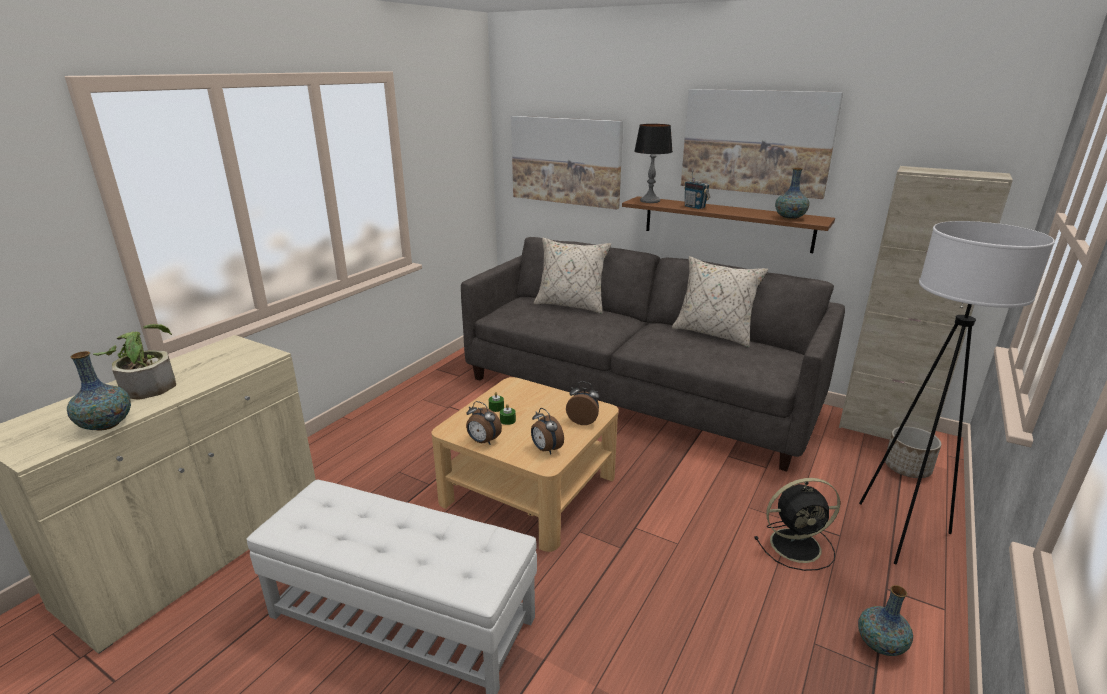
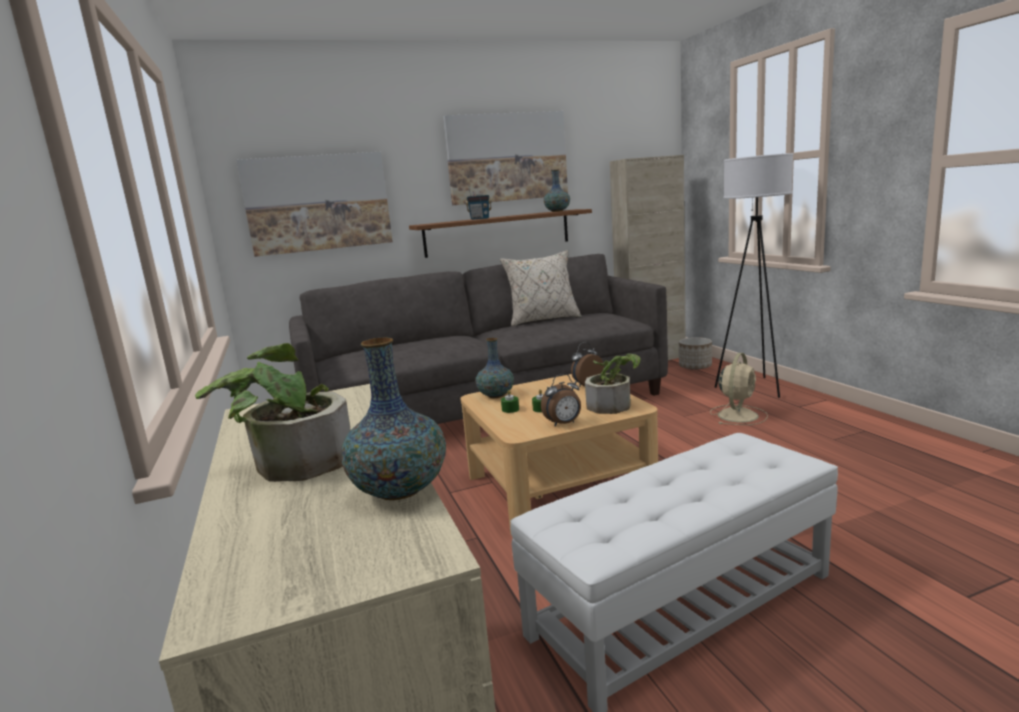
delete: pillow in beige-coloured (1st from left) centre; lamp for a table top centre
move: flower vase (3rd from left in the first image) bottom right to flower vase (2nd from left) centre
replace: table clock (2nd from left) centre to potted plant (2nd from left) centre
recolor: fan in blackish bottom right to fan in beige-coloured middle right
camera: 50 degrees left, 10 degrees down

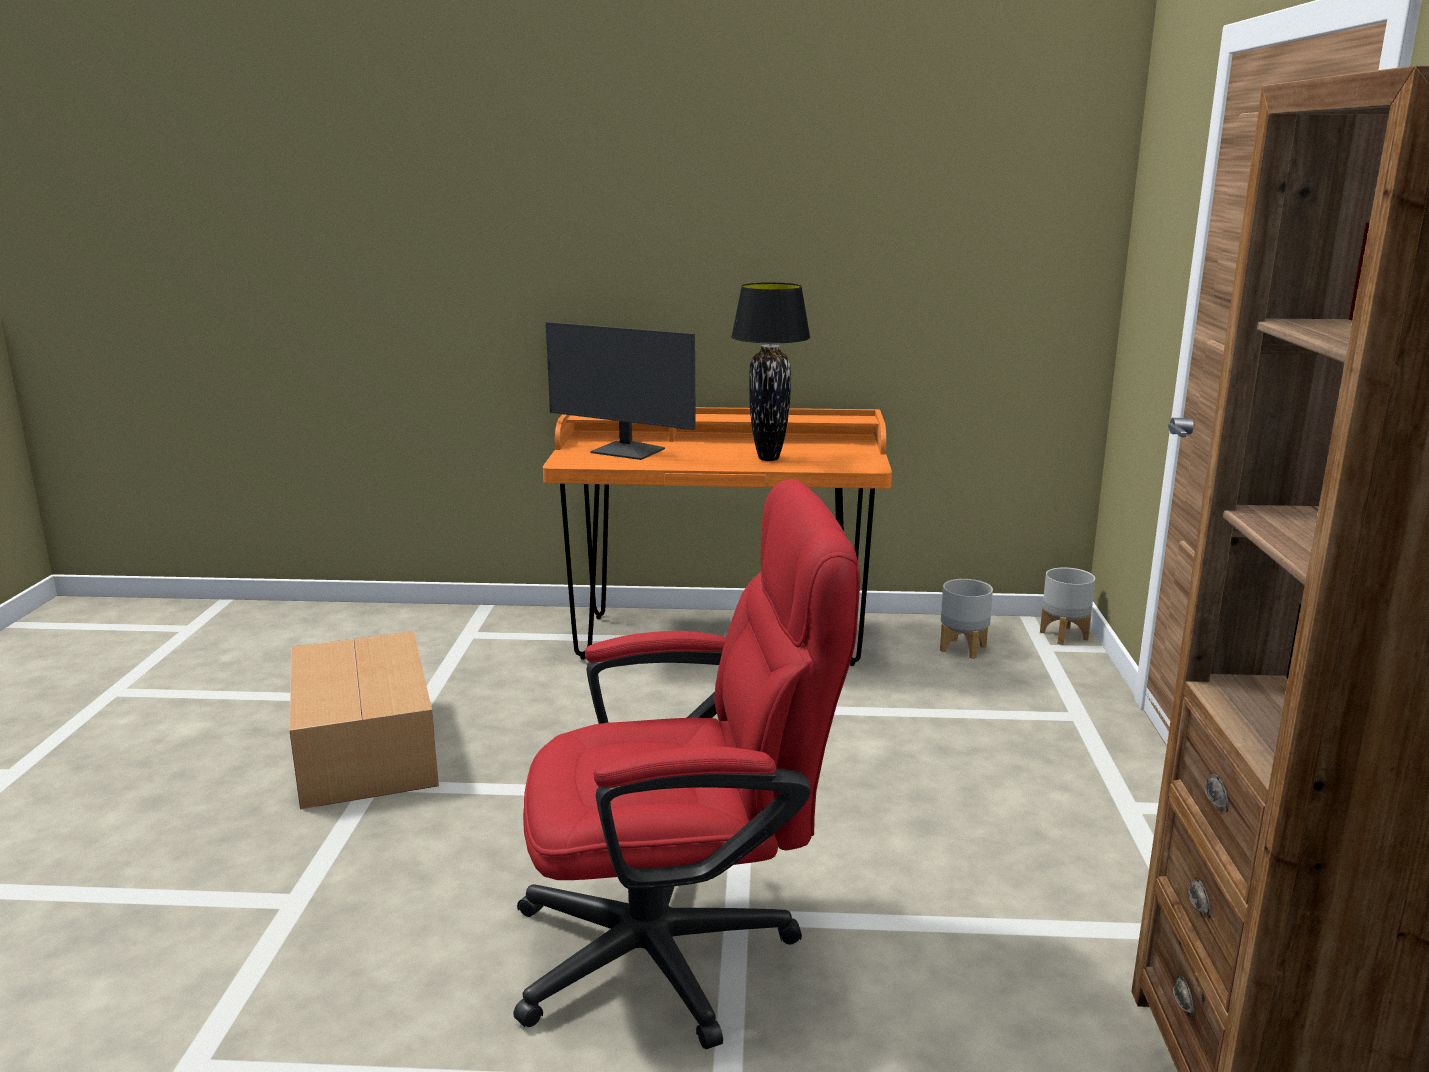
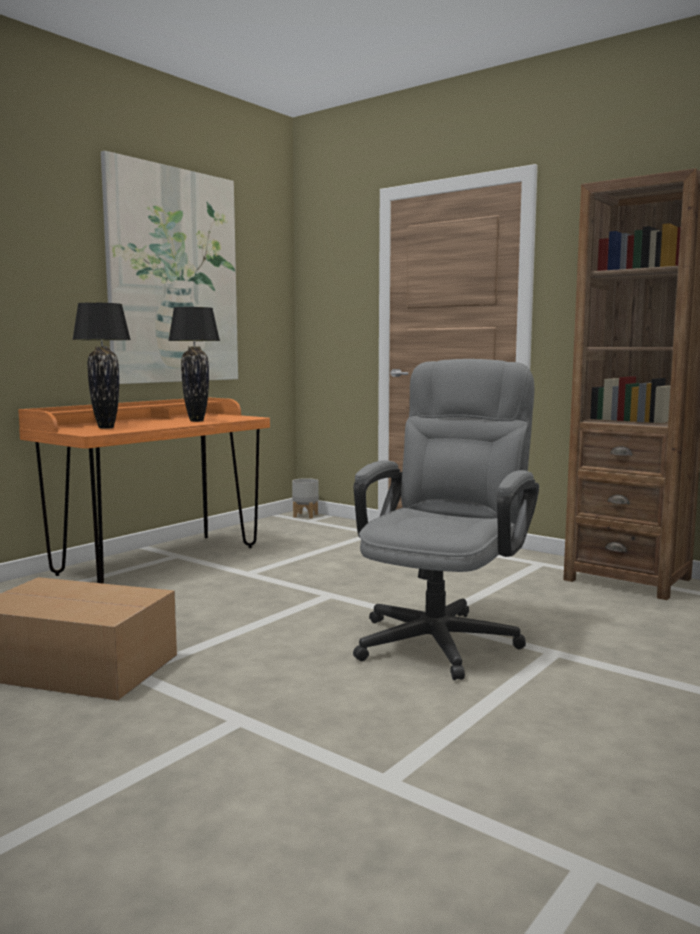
delete: flower pot in grey (1st from left) middle right
insert: wall art top left
replace: computer display centre to lamp for a table in blackish (1st from left) middle left
recolor: desk chair in red bottom centre to desk chair in grey centre
camera: 55 degrees left, 10 degrees down

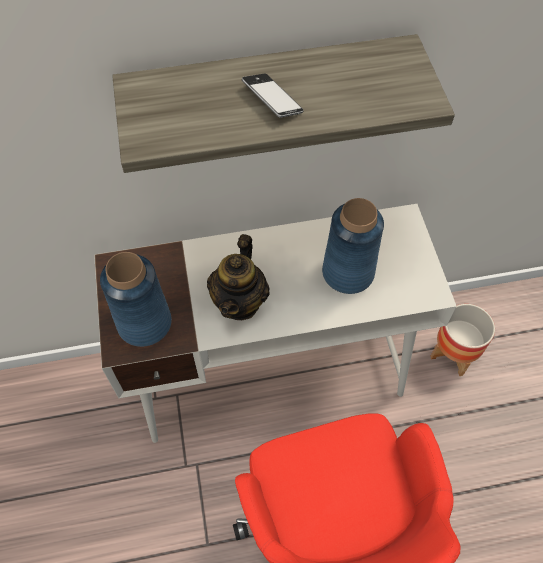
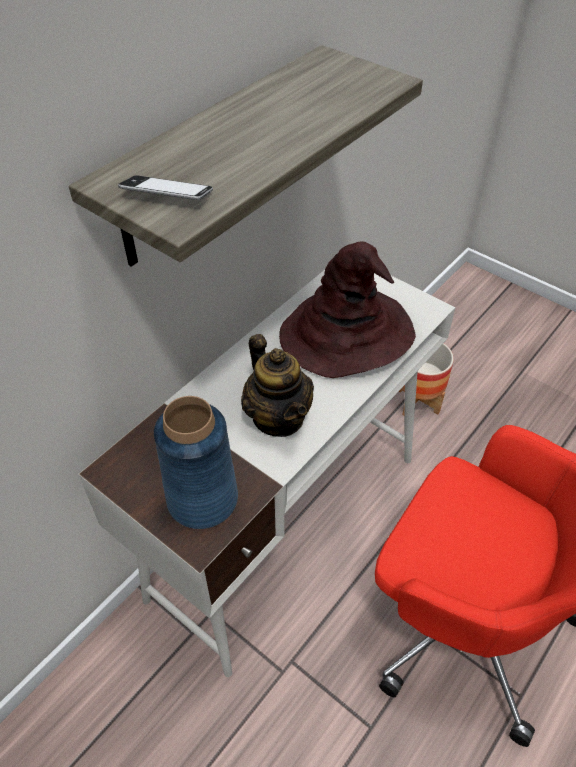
move: phone top centre to top left
replace: flower vase in blue-coloured (2nd from left) centre to wearable hat in brown centre
camera: 40 degrees left, 10 degrees down

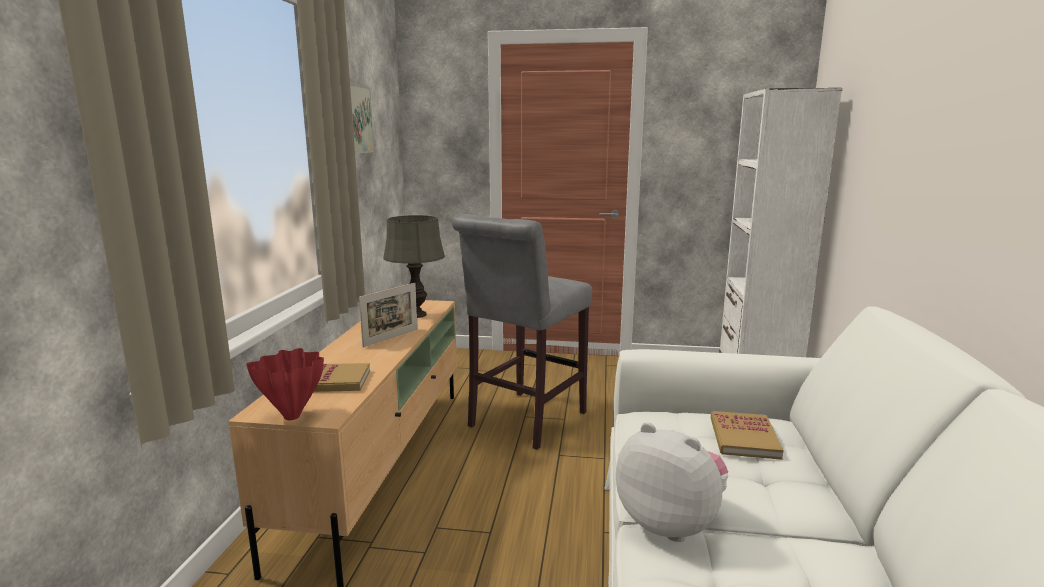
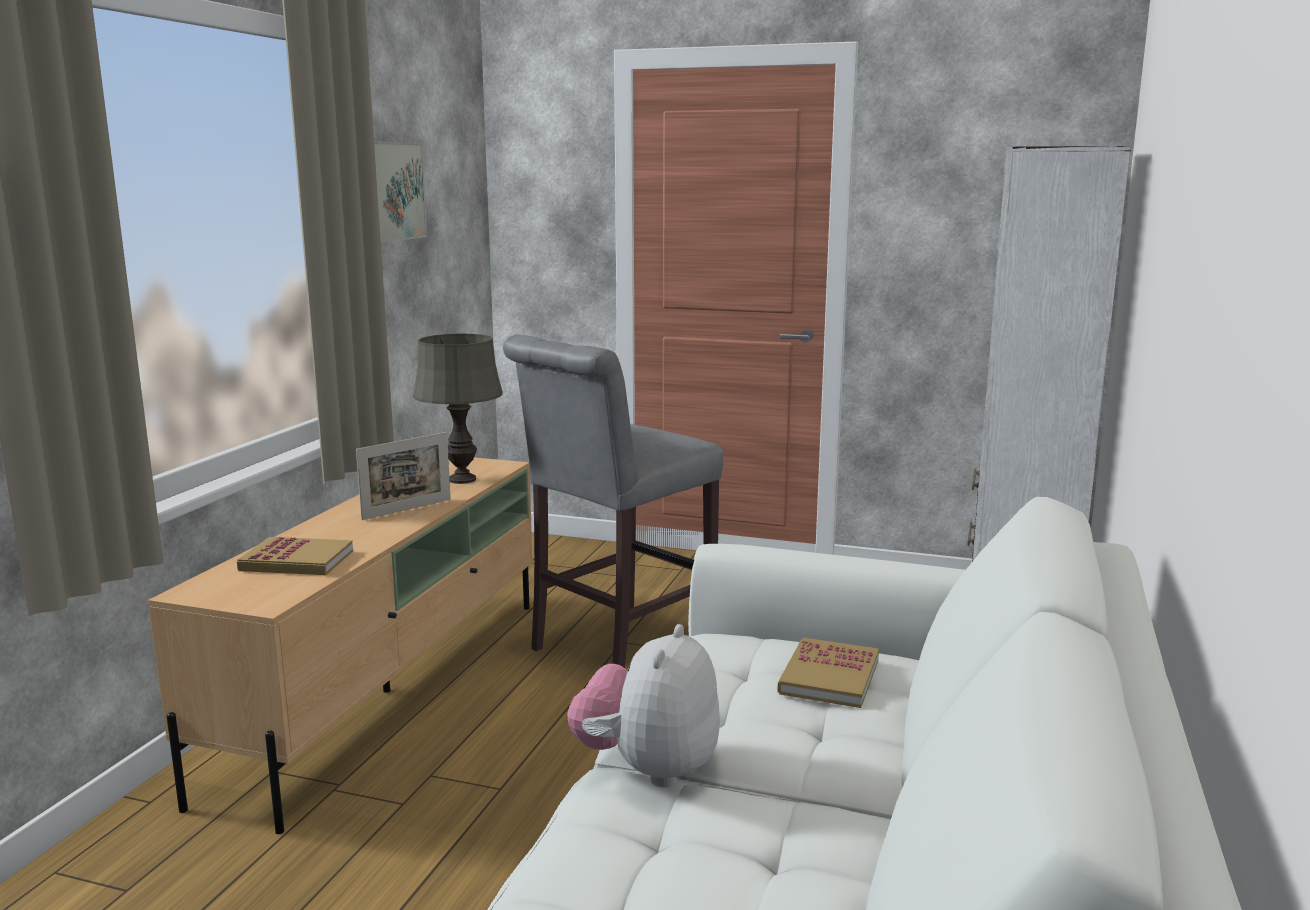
delete: flower vase in red middle left
rotate: cuddly toy bottom centre = bottom centre 120 degrees counterclockwise
camera: 10 degrees right, 0 degrees up

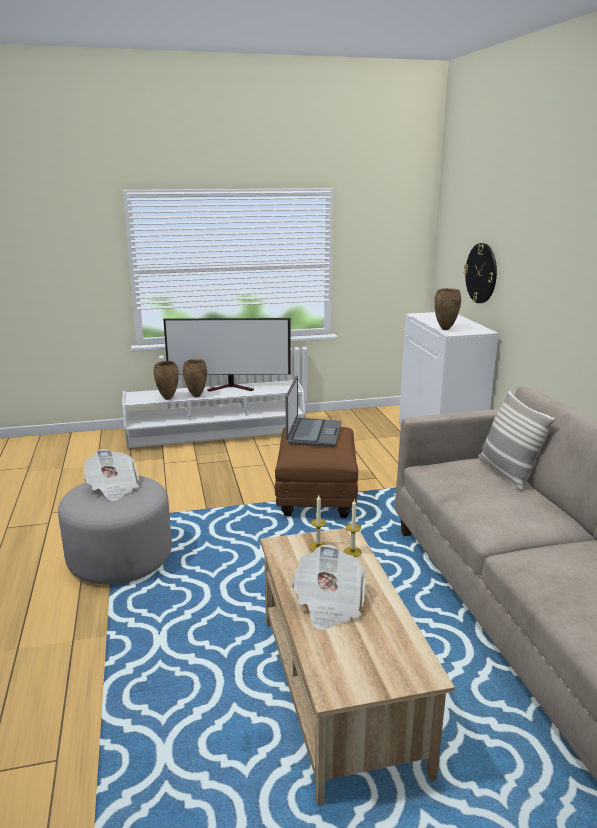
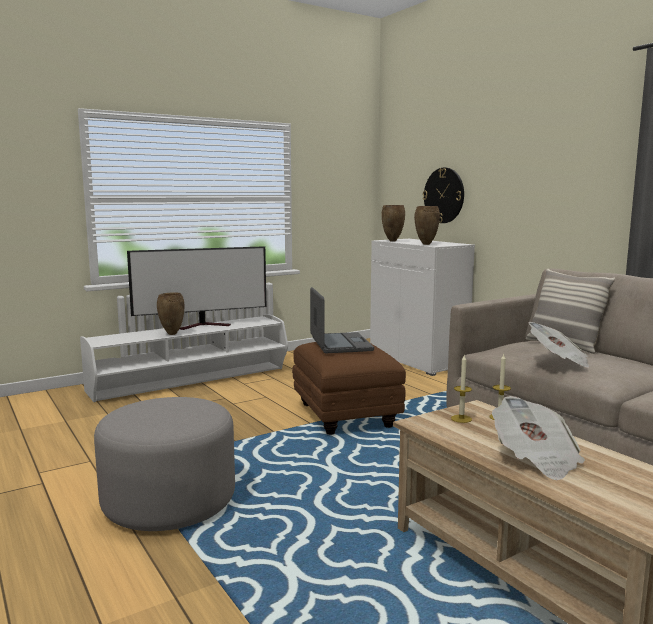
move: newspaper (1st from left in the first image) middle left to newspaper (2nd from left) middle right; flower vase in brown (1st from left in the first image) middle left to flower vase in brown (2nd from left) centre
camera: 20 degrees left, 10 degrees down

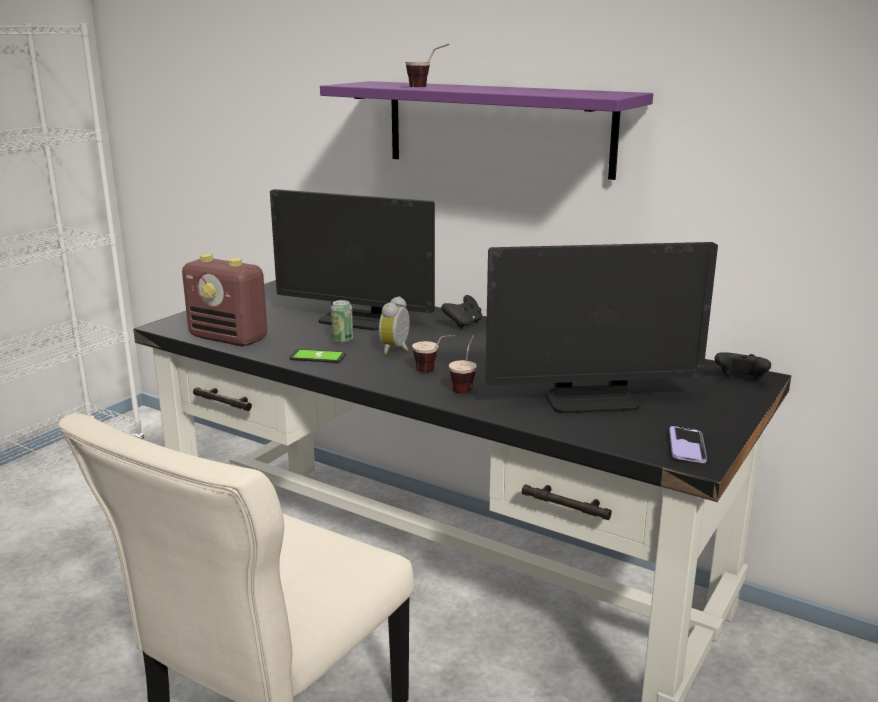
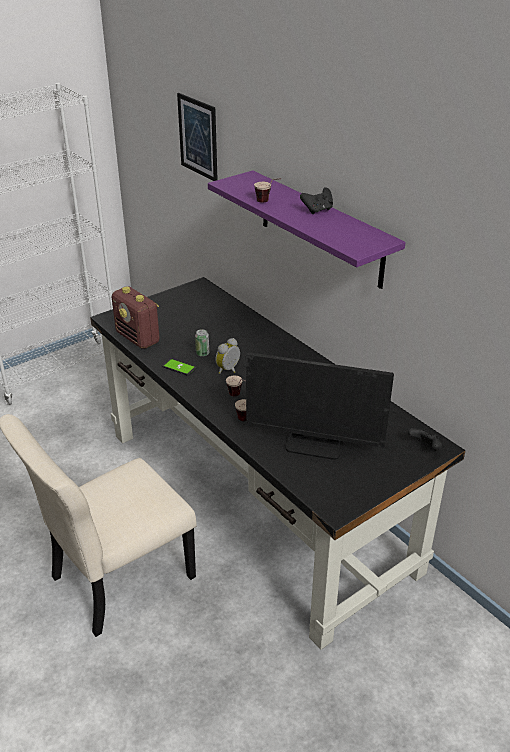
delete: computer display (1st from left) centre; phone (2nd from left) middle right
insert: wall art top centre
move: game controller in blackish (1st from left) centre to top centre
camera: 20 degrees right, 15 degrees up

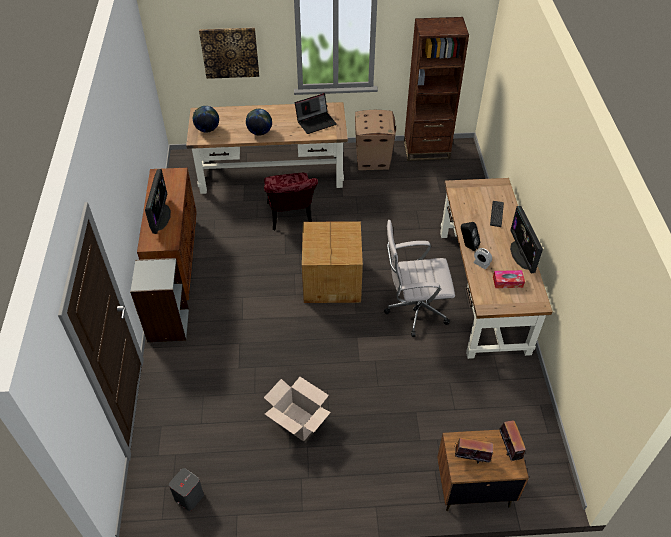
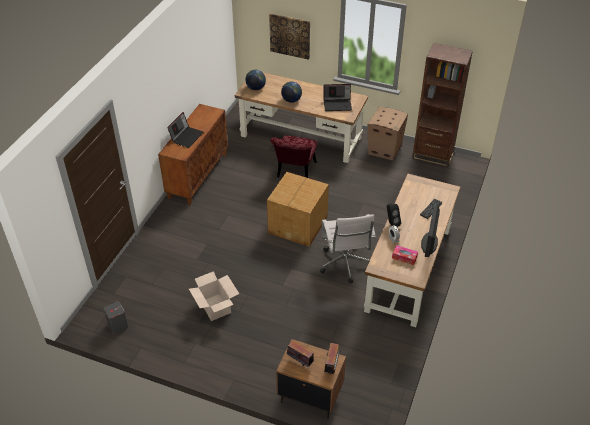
delete: bookshelf in grey middle left
replace: computer display (1st from left) middle left to portable computer (1st from left) top left
rotate: desk chair in white-coloured centre = centre 120 degrees counterclockwise
camera: 25 degrees right, 5 degrees down

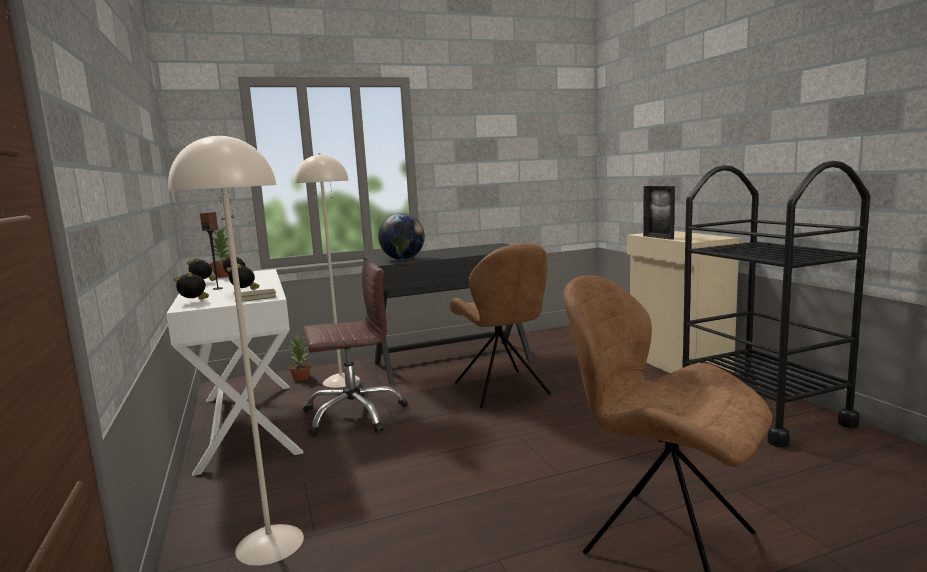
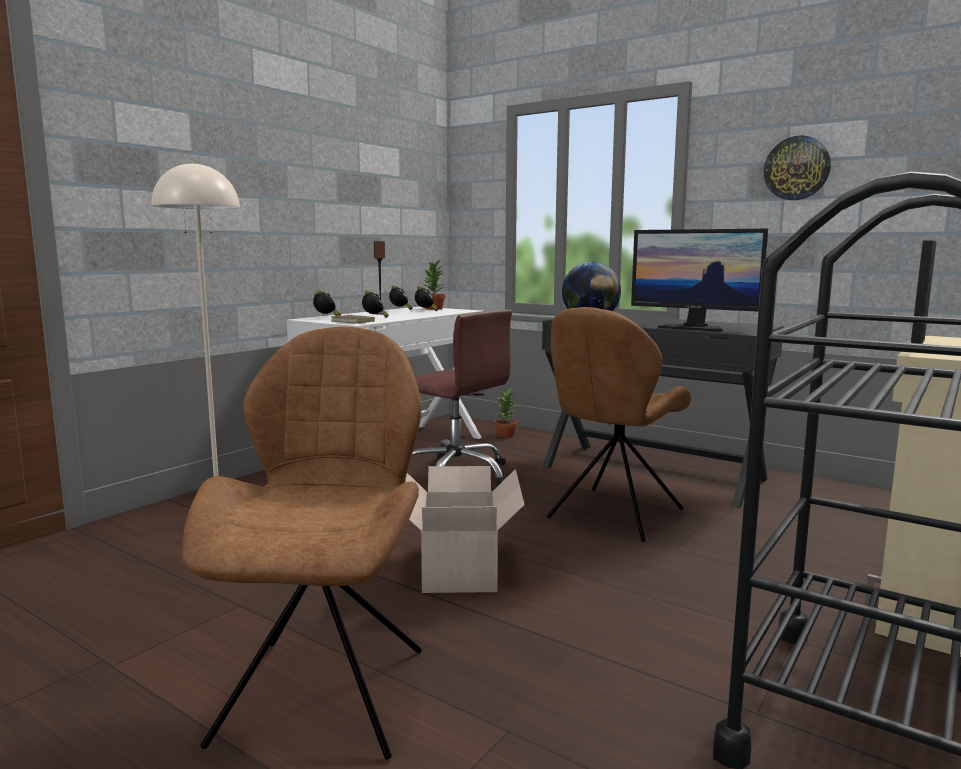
delete: standing lamp in beige-coloured (2nd from left) centre
insert: packing box bottom centre; computer display middle right; clock on the wall top right
camera: 55 degrees right, 0 degrees up

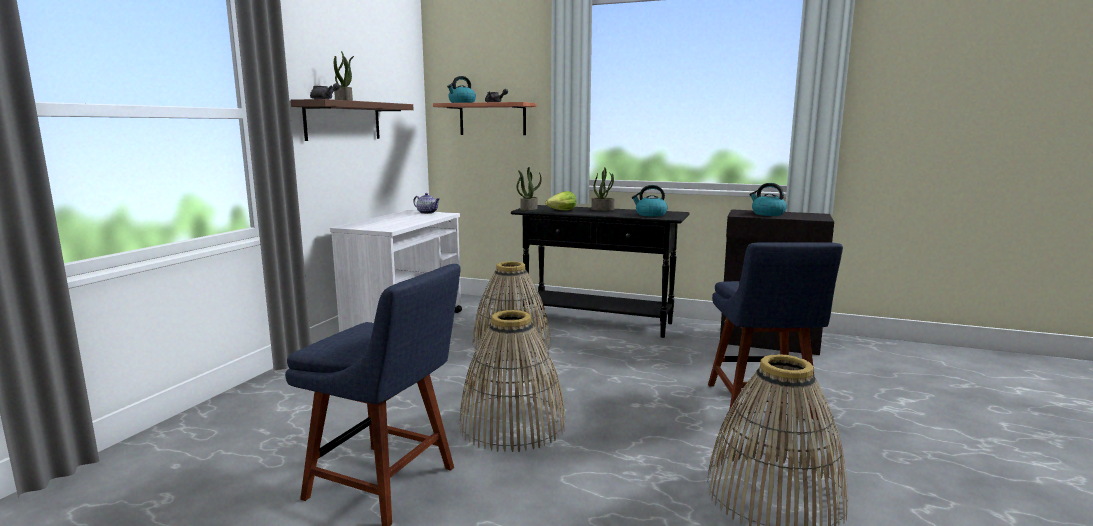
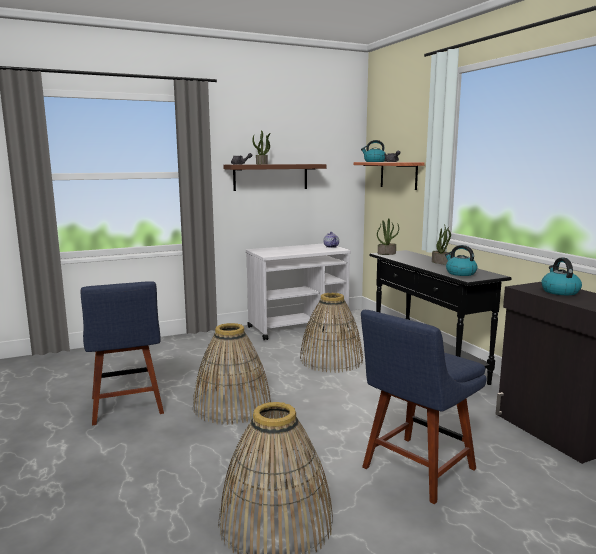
delete: lettuce centre
camera: 45 degrees right, 0 degrees up

